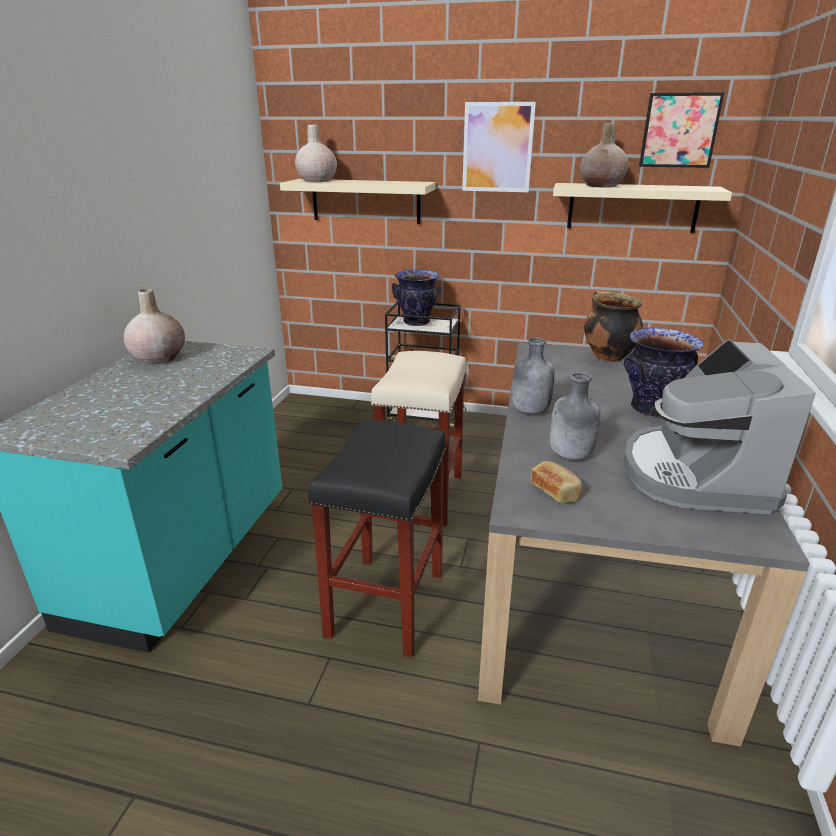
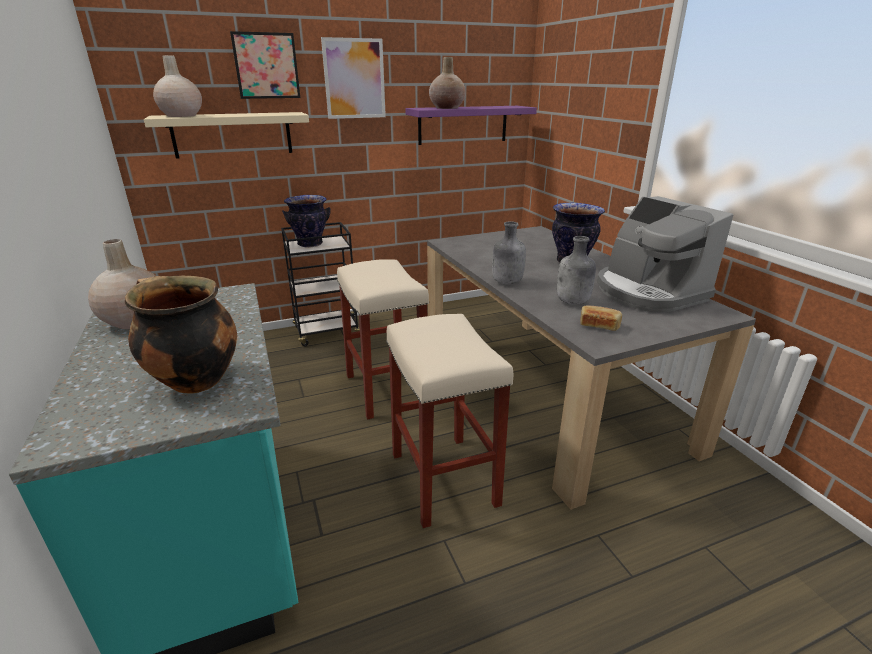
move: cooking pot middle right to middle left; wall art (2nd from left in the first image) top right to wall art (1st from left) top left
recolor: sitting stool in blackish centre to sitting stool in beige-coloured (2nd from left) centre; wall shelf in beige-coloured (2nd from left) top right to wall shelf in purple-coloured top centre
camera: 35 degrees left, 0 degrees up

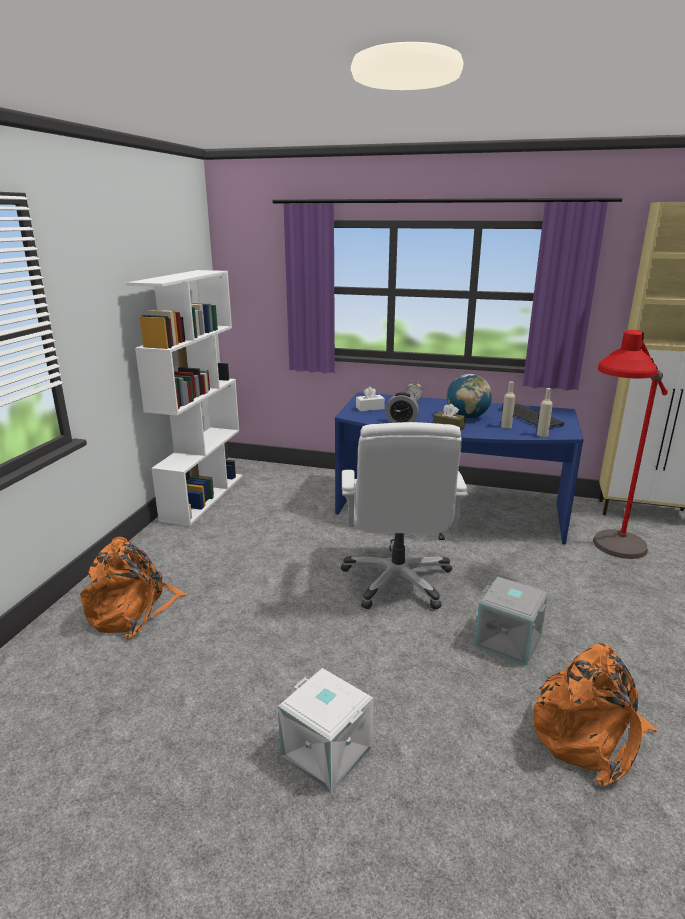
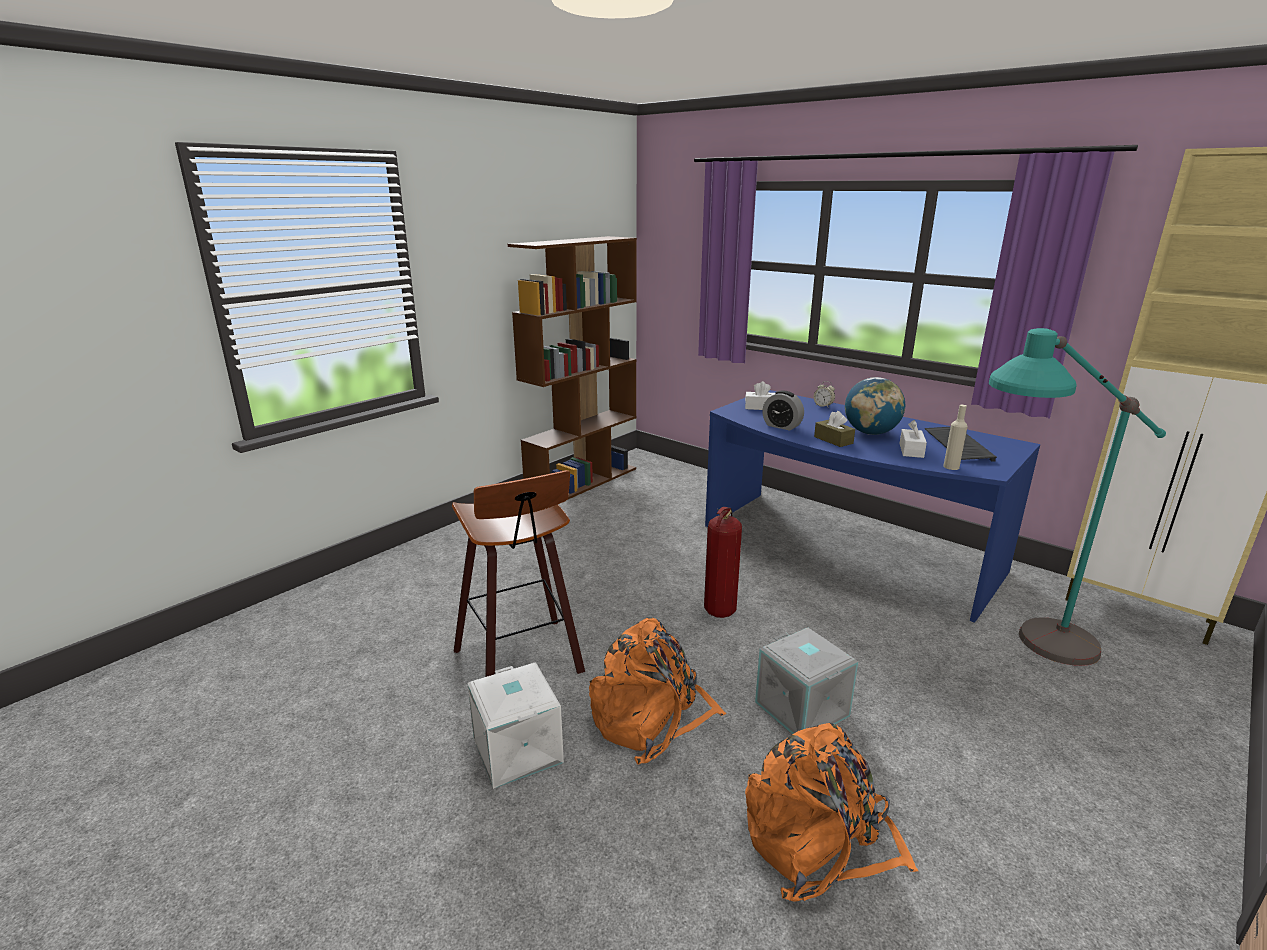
insert: sitting stool centre
move: rucksack in orange (1st from left) middle left to bottom centre
replace: desk chair in white-coloured centre to fire extinguisher centre; beverage bottle in beige-coloured (1st from left) middle right to tissue holder in white-coloured (2nd from left) middle right
recolor: bookshelf in white-coloured middle left to bookshelf in brown centre; standing lamp in red middle right to standing lamp in blue-green middle right
camera: 25 degrees right, 0 degrees up

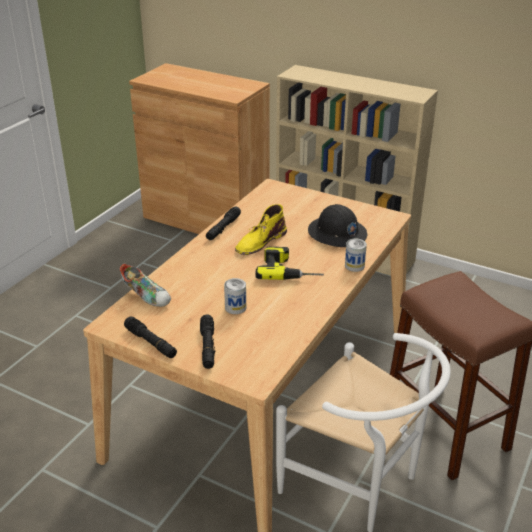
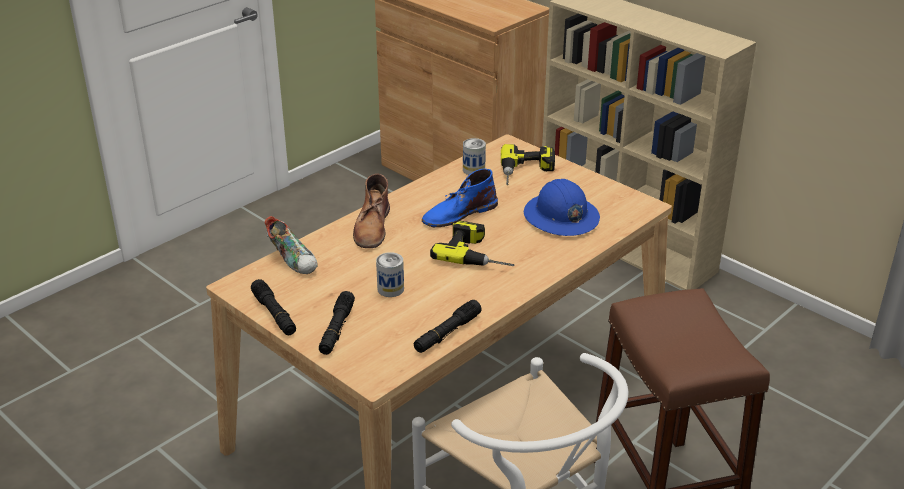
insert: boot in brown centre; power drill (2nd from left) centre
move: torch in blackish (3rd from left) centre to bottom centre; metal can (2nd from left) middle right to top centre
recolor: boot in yellow-coloured centre to boot in blue-coloured centre; safety helmet in blackish centre to safety helmet in blue-coloured centre
camera: 15 degrees right, 0 degrees up

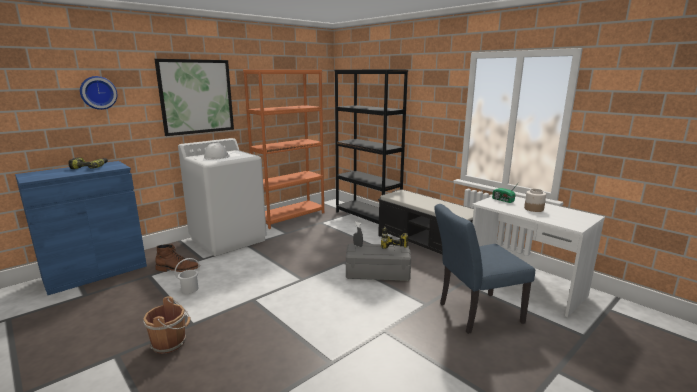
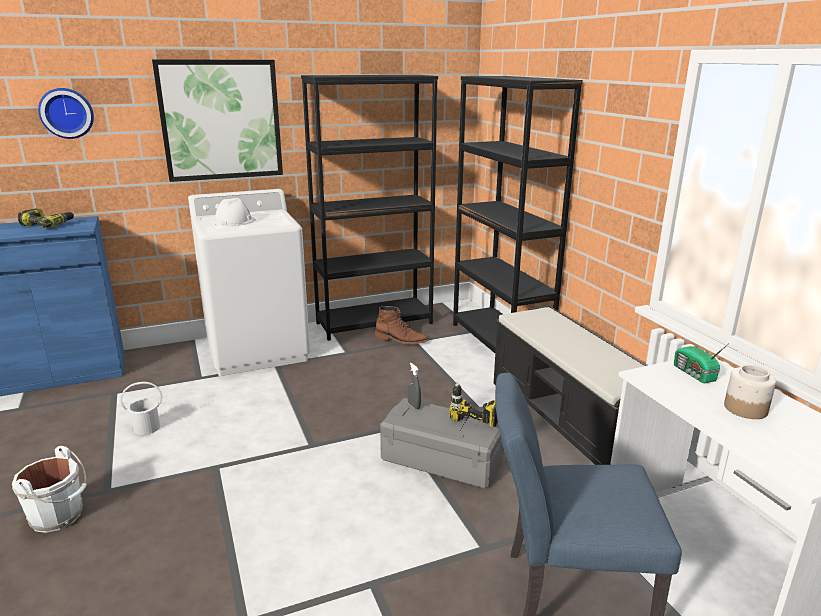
move: boot in brown middle left to centre
recolor: pail in brown bottom left to pail in white-coloured (1st from left) bottom left; bookshelf in orange centre to bookshelf in blackish (1st from left) centre
camera: 20 degrees right, 5 degrees up

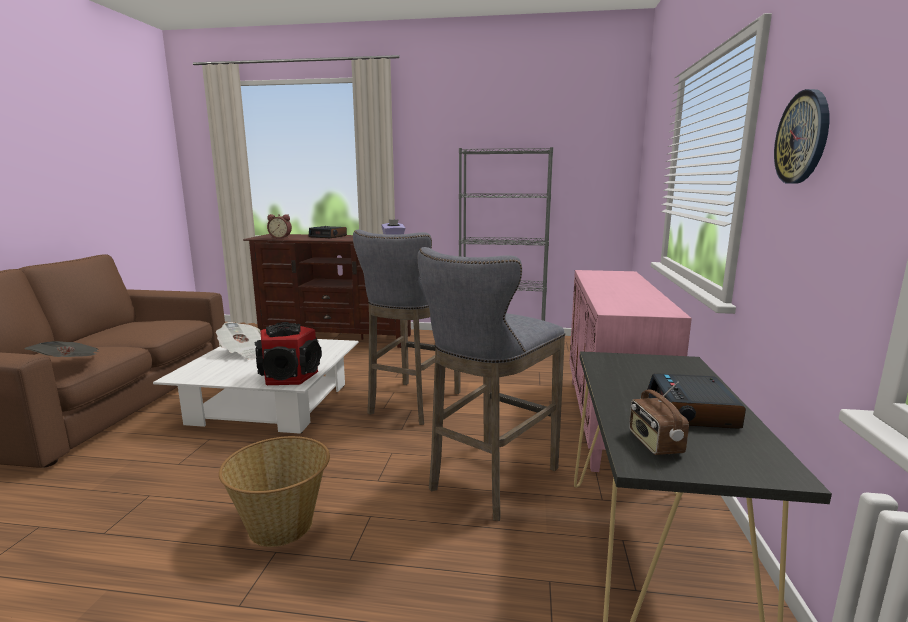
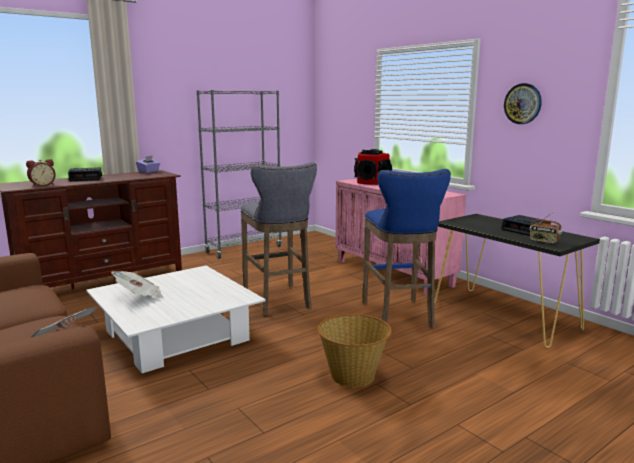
move: speaker middle left to centre
recolor: sitting stool in grey (2nd from left) centre to sitting stool in blue-coloured centre
camera: 45 degrees left, 0 degrees up

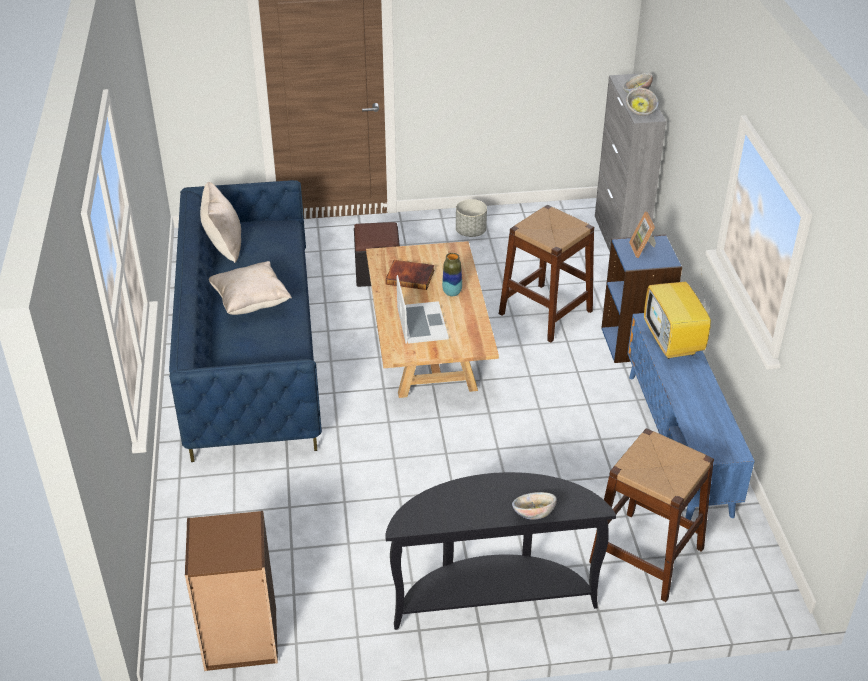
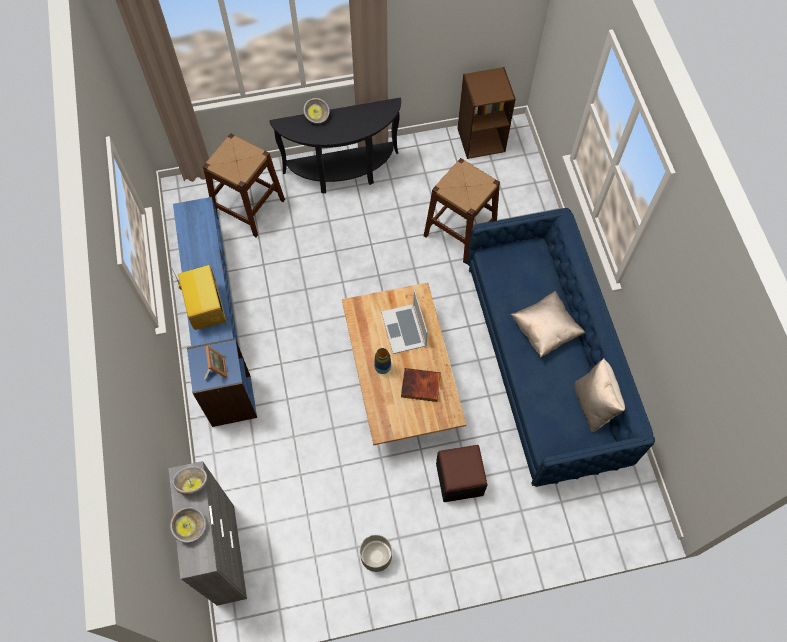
move: sitting stool in brown (1st from left in the first image) centre to sitting stool in brown (2nd from left) top centre
camera: 175 degrees right, 25 degrees up

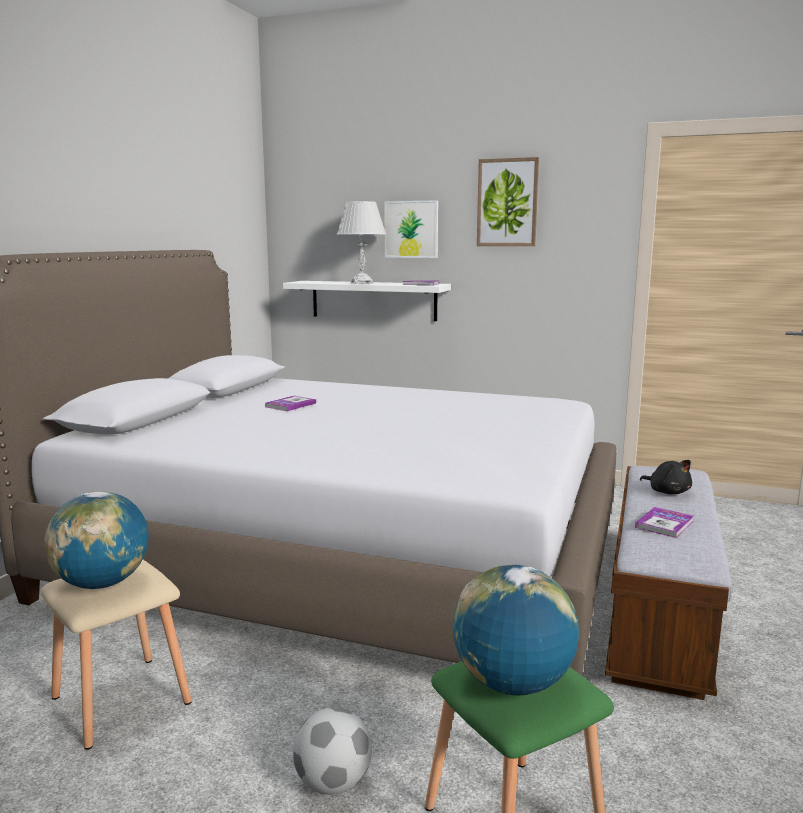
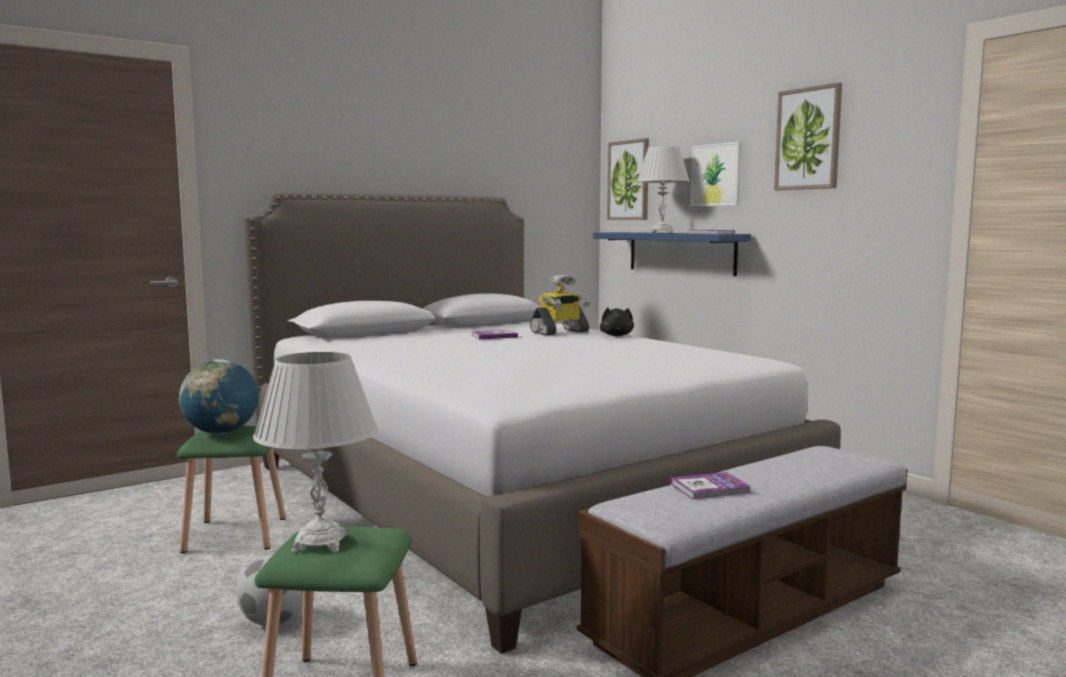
insert: toy robot centre; wall art (1st from left) top centre
move: cuddly toy in blackish middle right to centre
replace: world globe (2nd from left) bottom centre to lamp for a table in white-coloured (1st from left) bottom left
recolor: sitting stool in beige-coloured bottom left to sitting stool in green-coloured (1st from left) bottom left; wall shelf in white-coloured centre to wall shelf in blue-coloured centre
camera: 35 degrees right, 5 degrees down

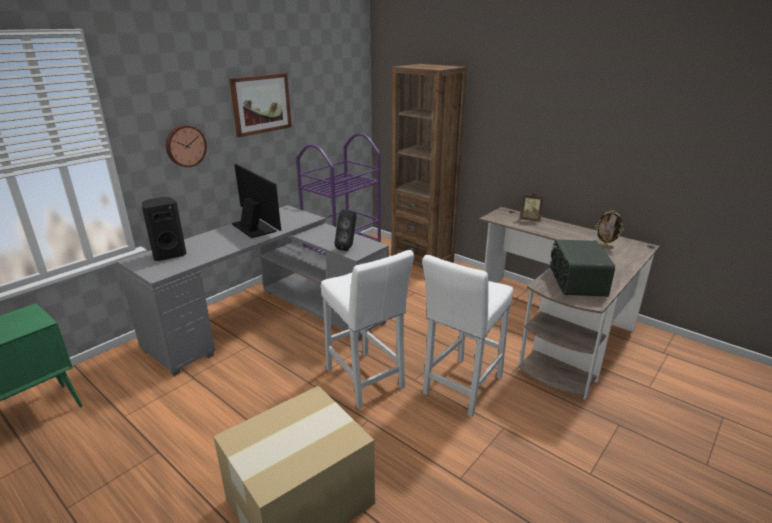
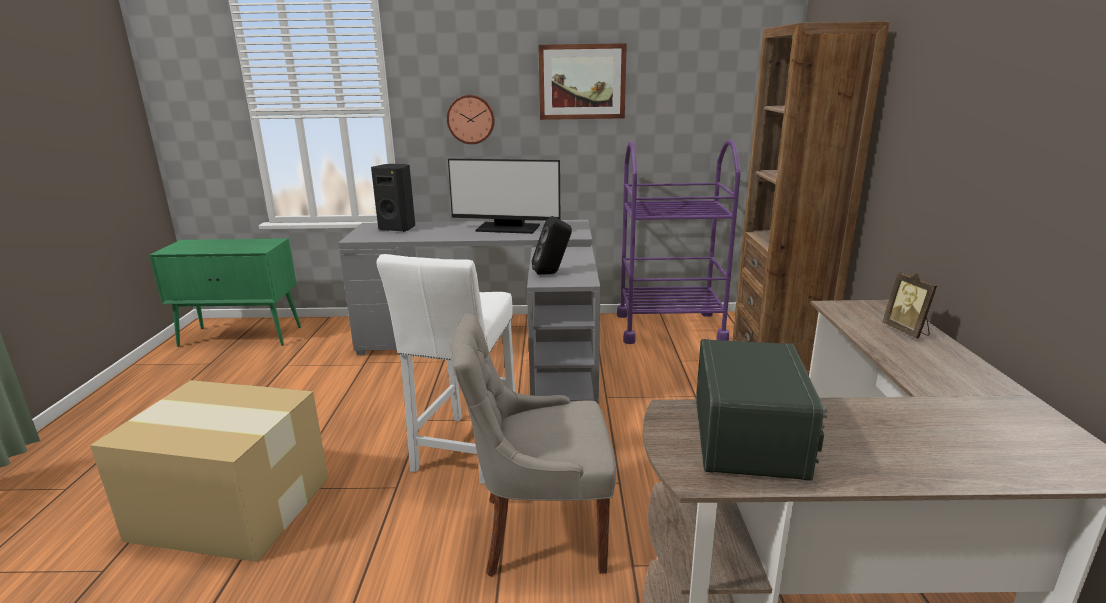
delete: picture frame (2nd from left) middle right
replace: sitting stool in white-coloured (2nd from left) centre to upright chair in grey bottom centre
rotate: computer display middle left = top centre 90 degrees clockwise; radio receiver middle right = bottom right 135 degrees clockwise
camera: 50 degrees right, 5 degrees down

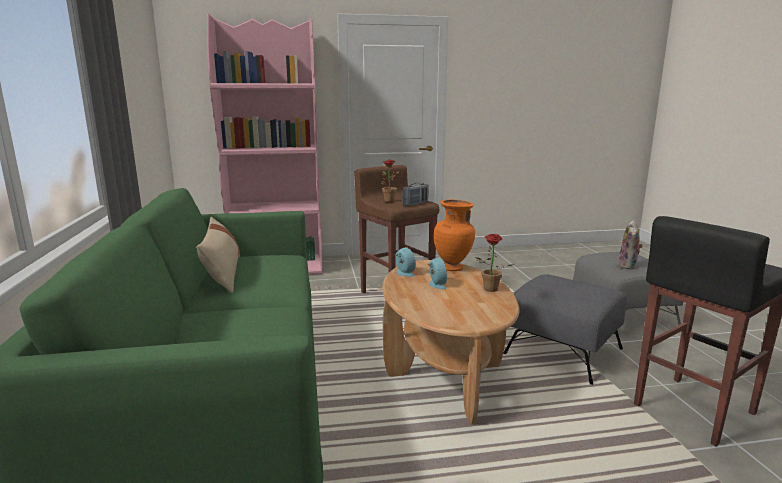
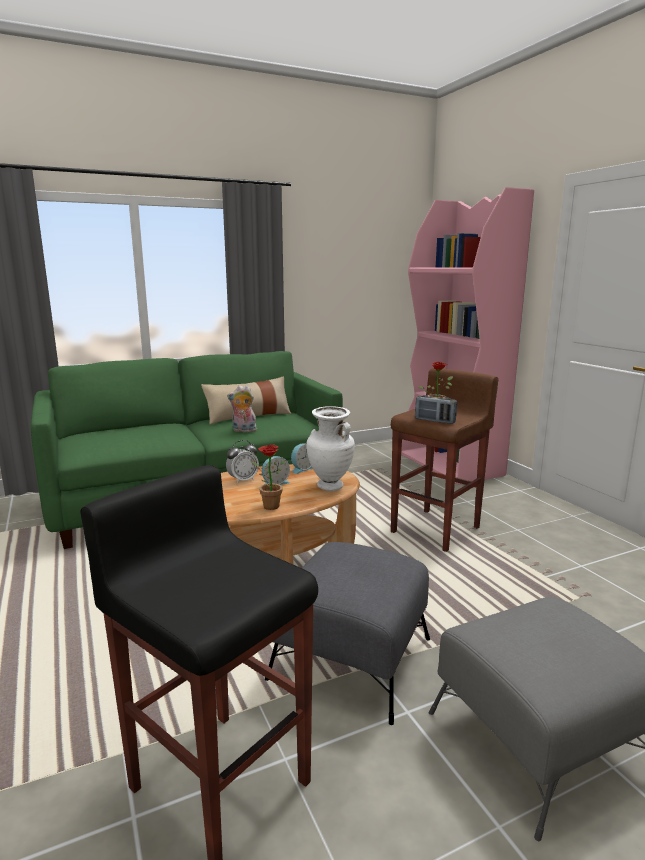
insert: table clock (1st from left) centre
move: cuddly toy middle right to centre
recolor: flower vase in orange centre to flower vase in white-coloured centre
camera: 75 degrees right, 0 degrees up

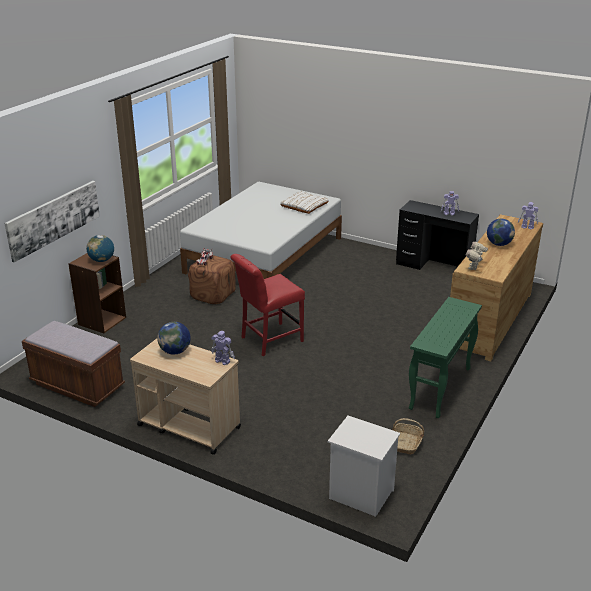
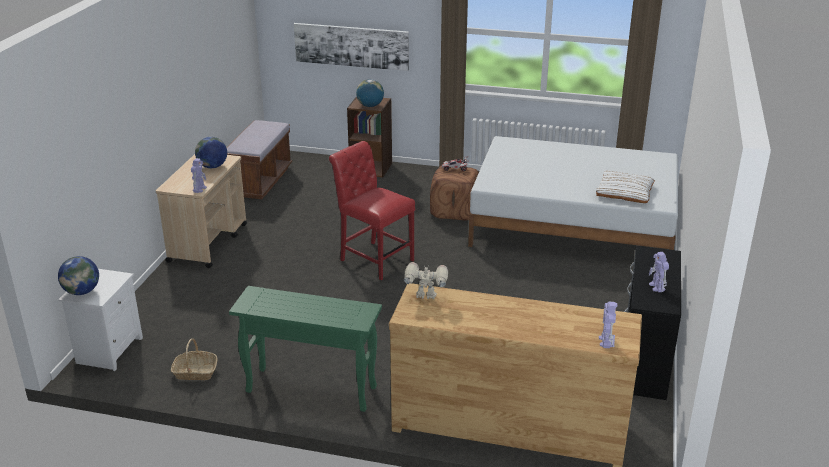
move: world globe (3rd from left in the first image) middle right to world globe (1st from left) middle left
camera: 75 degrees right, 0 degrees up

